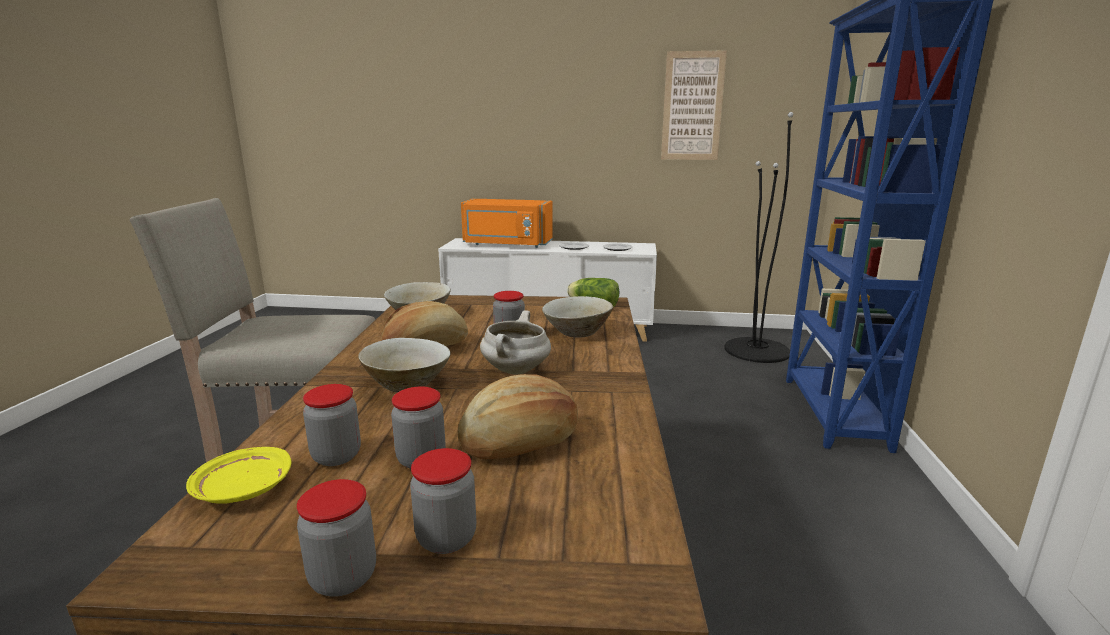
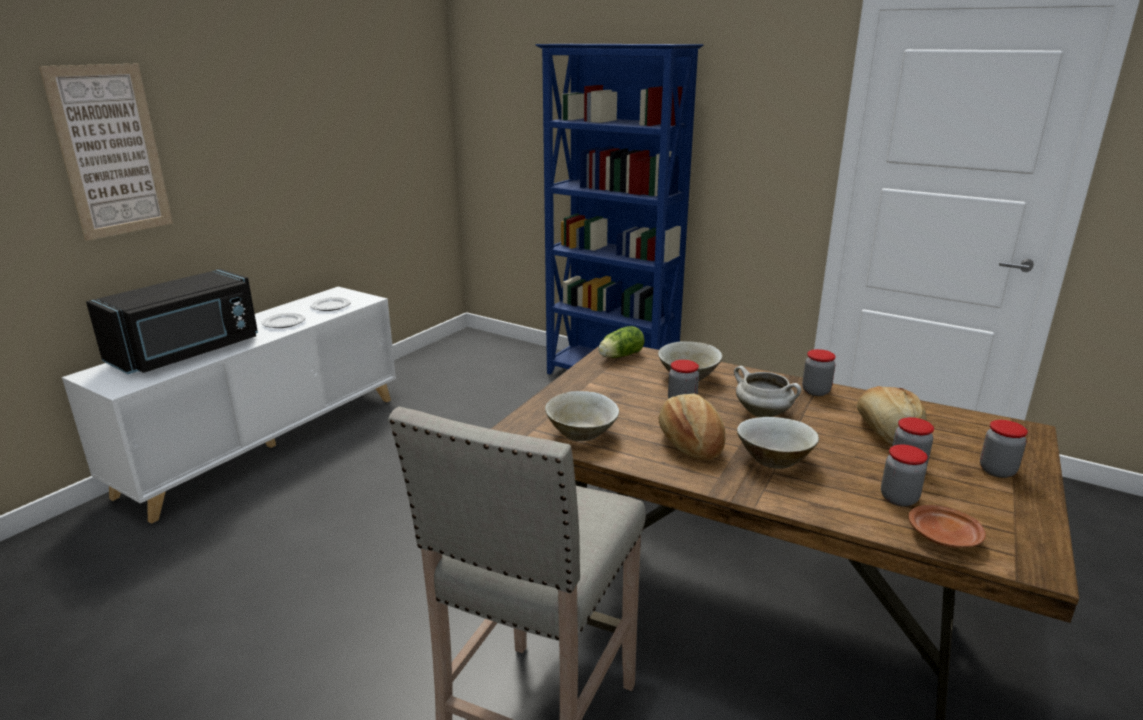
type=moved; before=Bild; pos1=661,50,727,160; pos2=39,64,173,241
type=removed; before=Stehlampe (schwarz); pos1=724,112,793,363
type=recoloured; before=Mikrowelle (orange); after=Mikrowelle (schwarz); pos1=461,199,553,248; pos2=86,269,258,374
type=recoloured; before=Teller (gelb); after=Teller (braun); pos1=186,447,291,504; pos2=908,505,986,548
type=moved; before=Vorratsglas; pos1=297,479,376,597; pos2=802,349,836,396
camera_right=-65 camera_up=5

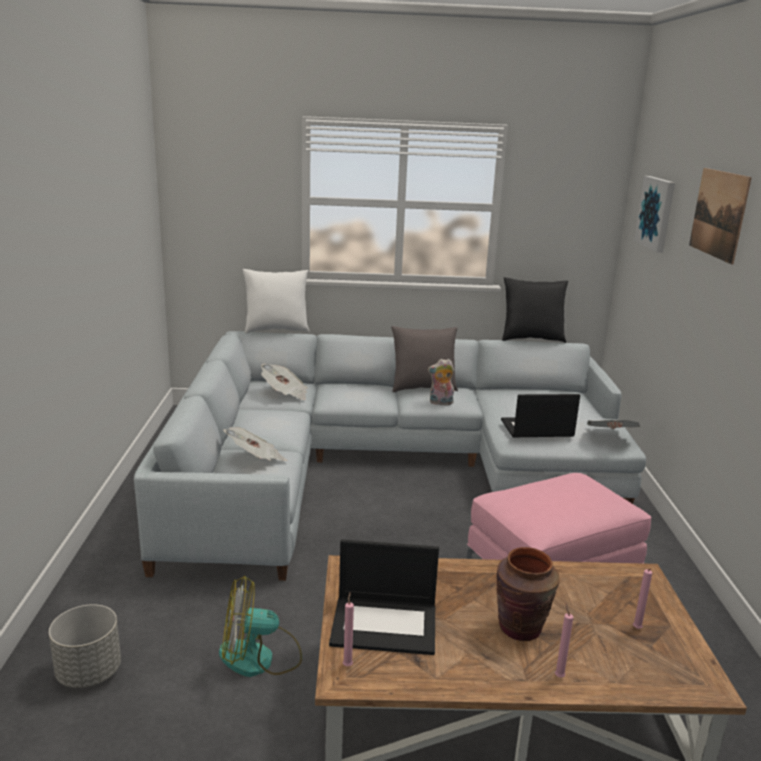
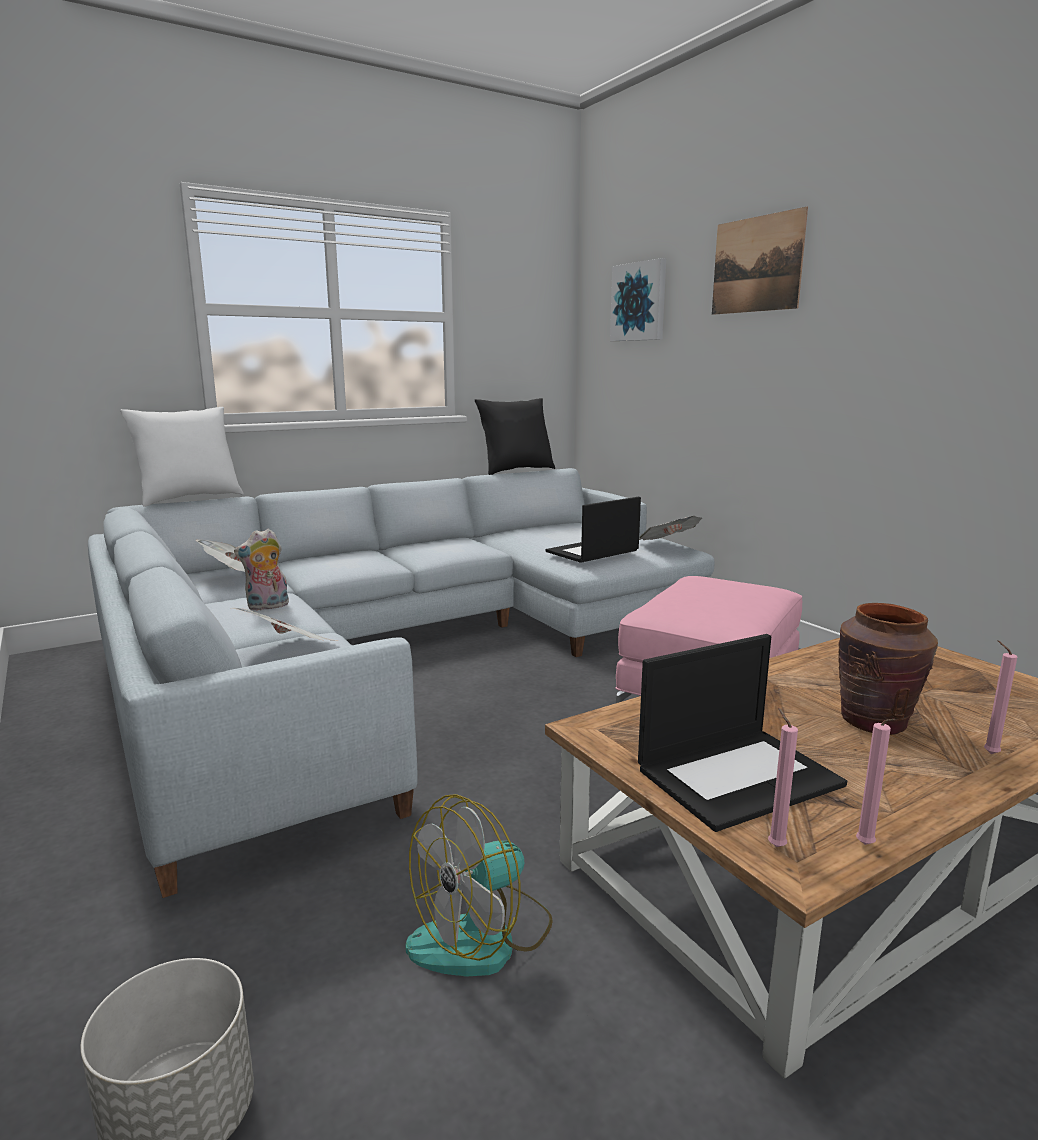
type=removed; before=Kissen (grau); pos1=391,326,458,392
type=moved; before=Plüschtier; pos1=428,359,454,405; pos2=234,529,289,611
type=moved; before=Kerze (rosa); pos1=633,569,652,629; pos2=856,719,895,845
camera_right=-30 camera_up=-5

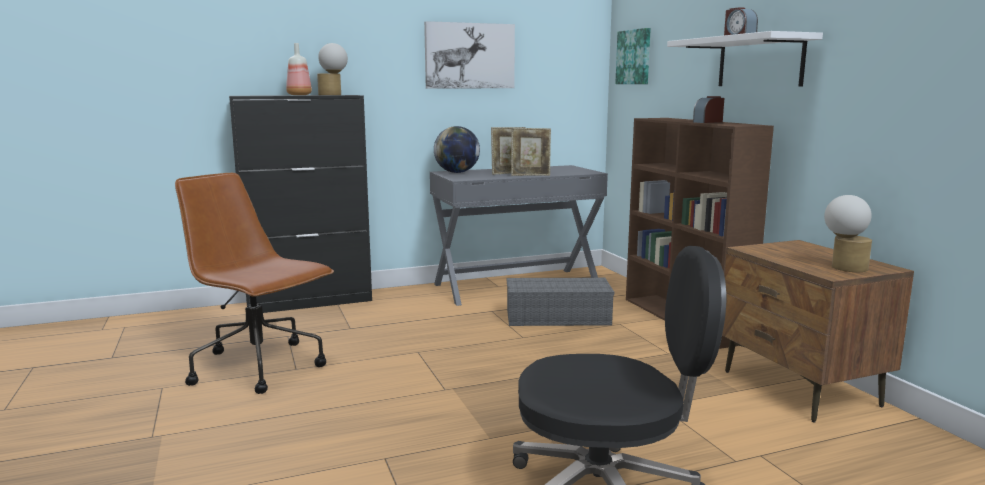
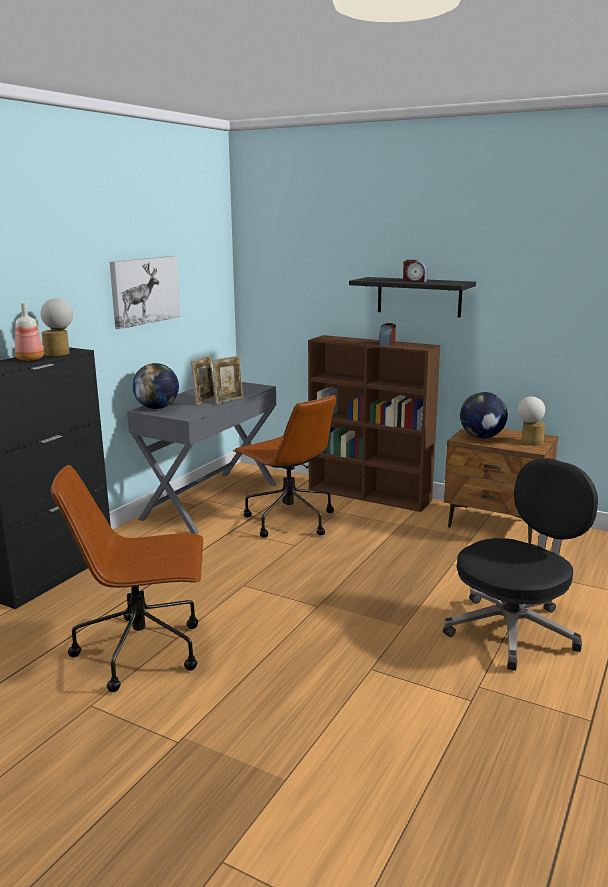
type=removed; before=Bild; pos1=615,28,651,84
type=recoloured; before=Wandregal (weiß); after=Wandregal (schwarz); pos1=667,31,823,86; pos2=349,277,476,318
type=replaced; before=Aufbewahrungsbox (grau); after=Bürostuhl (braun); pos1=507,278,614,326; pos2=233,395,336,537
type=added; after=Globus; pos2=460,392,508,438
camera_right=-40 camera_up=5

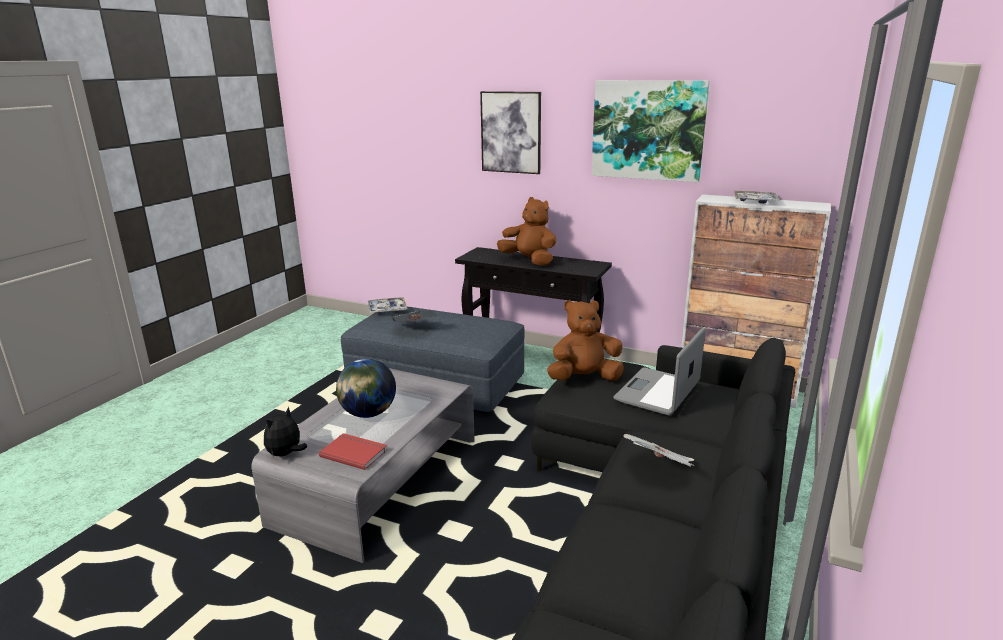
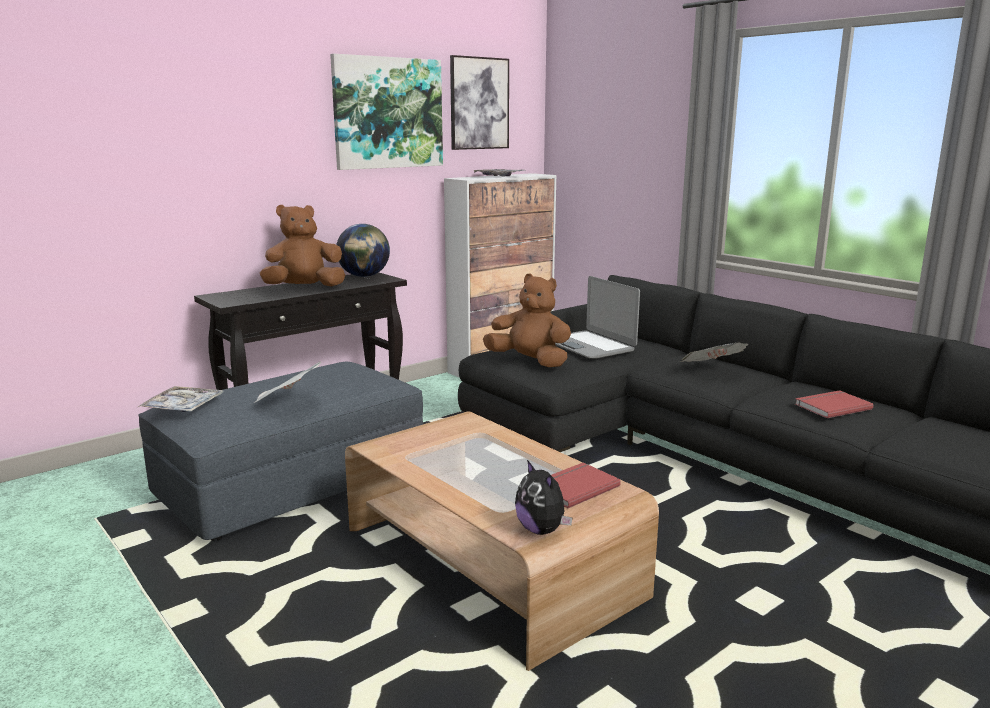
type=moved; before=Bild; pos1=480,91,541,174; pos2=450,55,509,150
type=turned; before=Plüschtier (braun); pos1=547,300,624,381; pos2=483,273,571,367; turn=105
type=moved; before=Globus; pos1=336,359,396,418; pos2=336,224,390,277
type=recoloured; before=Couchtisch (grau); after=Couchtisch (braun); pos1=252,368,475,563; pos2=345,411,659,671
type=added; after=Buch (rot); pos2=795,390,873,418
camera_right=-65 camera_up=-5

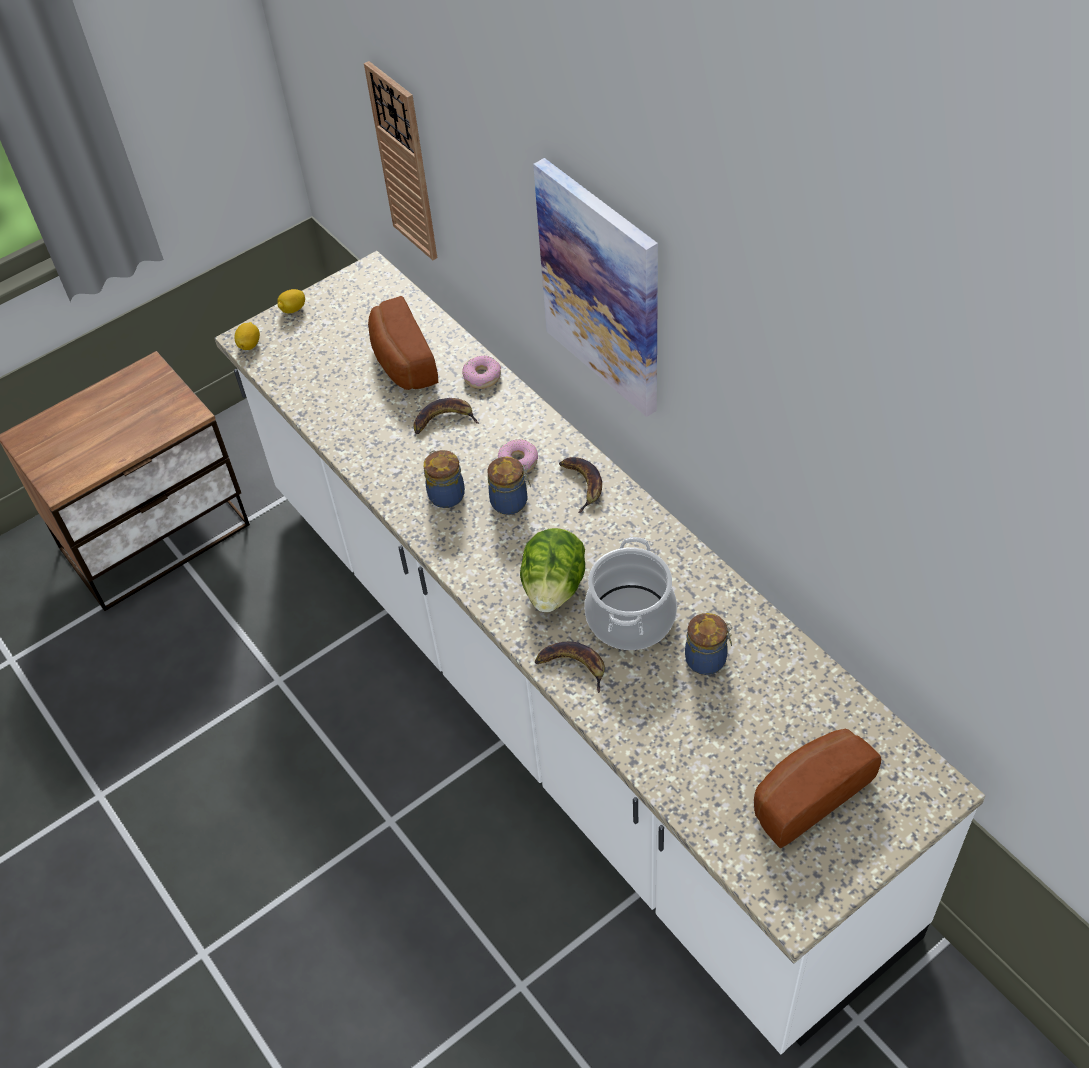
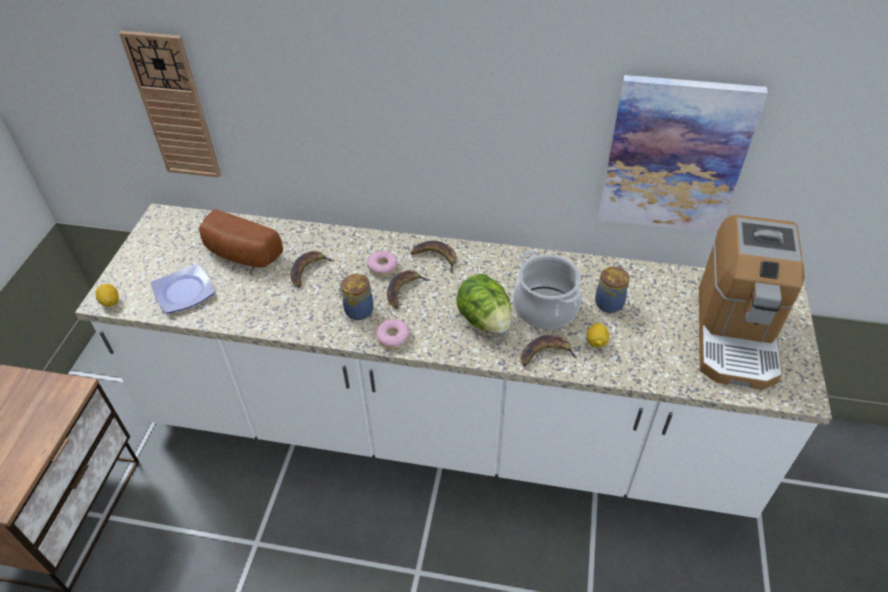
type=moved; before=Bild; pos1=533,158,658,417; pos2=598,75,768,233
type=moved; before=Zitrone; pos1=277,289,305,313; pos2=587,323,609,348
type=moved; before=Donut; pos1=462,355,501,389; pos2=376,319,410,349
type=replaced; before=Vorratsglas; after=Banane; pos1=487,457,531,515; pos2=387,270,429,309
type=replaced; before=Brot; after=Kaffeemaschine; pos1=754,729,881,848; pos2=699,215,805,390
type=added; after=Teller; pos2=151,264,215,313
camera_right=-45 camera_up=-5

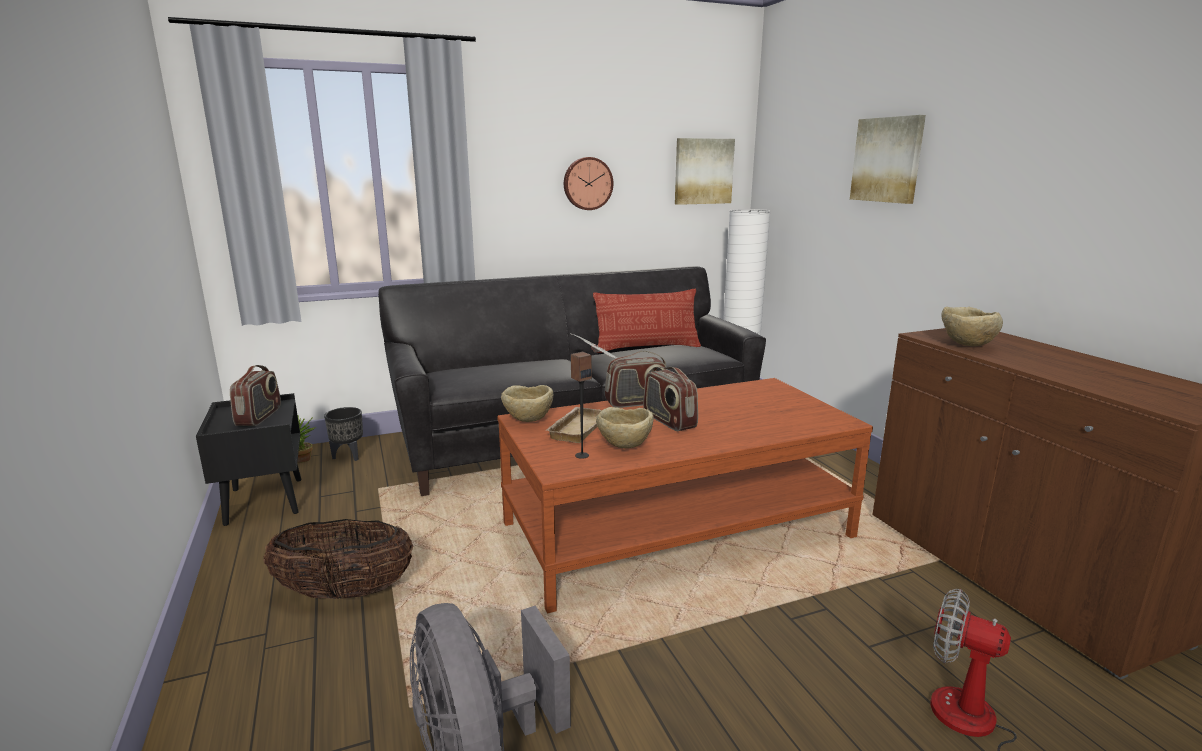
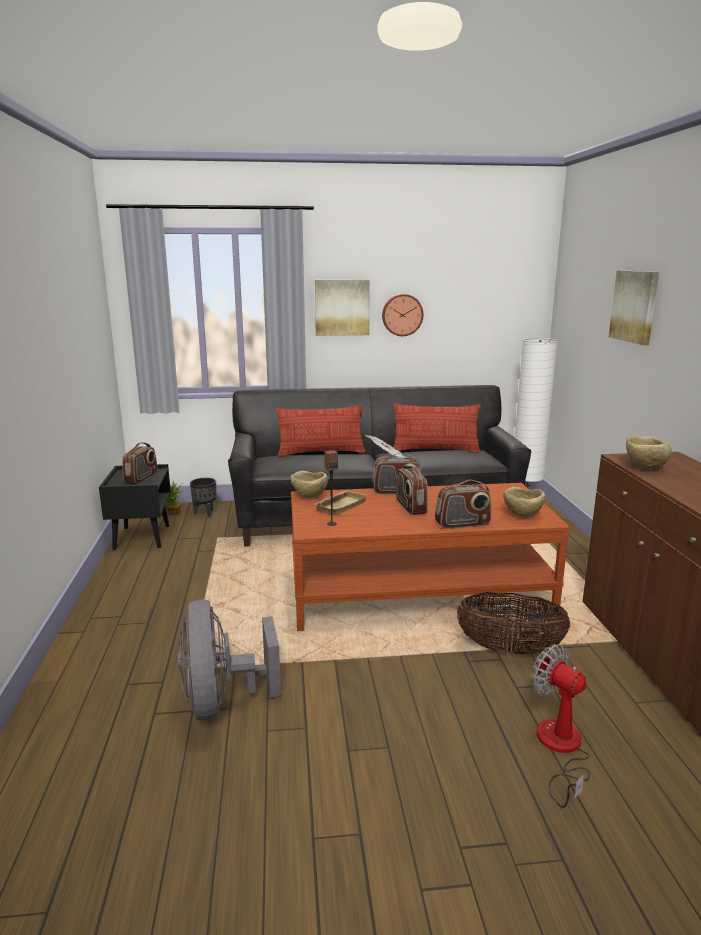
type=moved; before=Bild; pos1=675,138,735,205; pos2=315,280,370,336
type=moved; before=Schüssel (beige); pos1=596,407,654,448; pos2=503,487,546,517
type=moved; before=Korb; pos1=263,519,414,599; pos2=457,592,570,654
type=added; after=Kissen; pos2=276,405,366,457
type=added; after=Radio; pos2=435,480,492,529
camera_right=15 camera_up=0

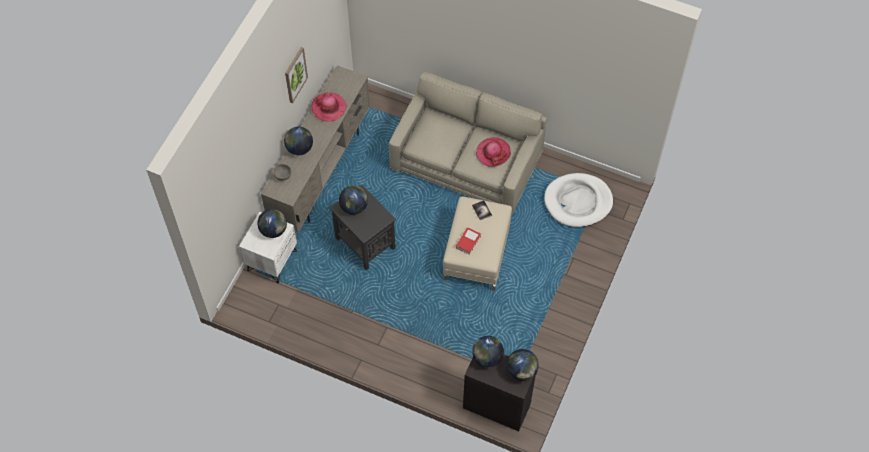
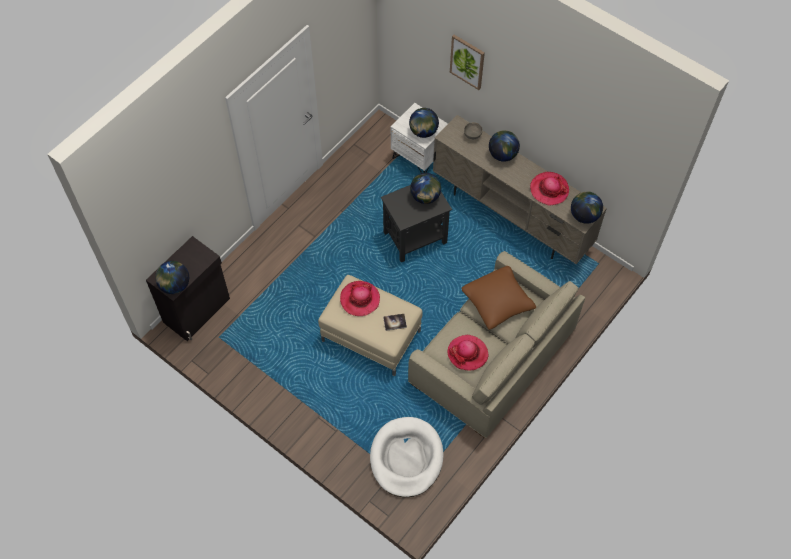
type=moved; before=Bild; pos1=285,47,308,103; pos2=450,35,485,90
type=replaced; before=Buch; after=Hut; pos1=456,227,481,255; pos2=340,281,380,316
type=moved; before=Globus; pos1=472,336,504,368; pos2=571,191,603,224
type=added; after=Kissen (braun); pos2=461,266,536,330
camera_right=105 camera_up=0

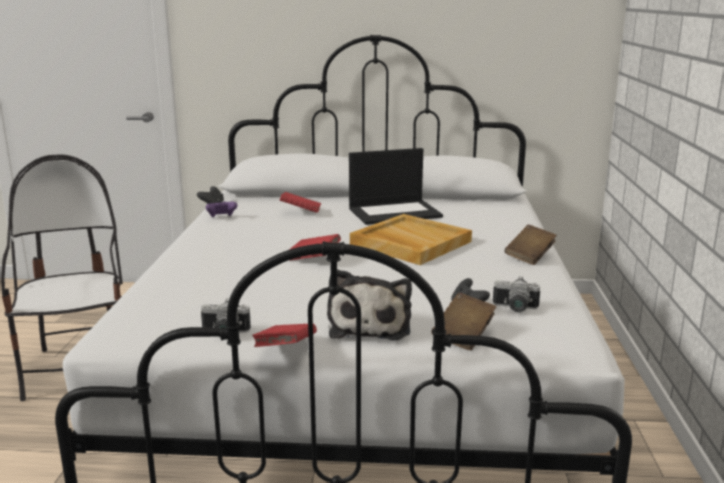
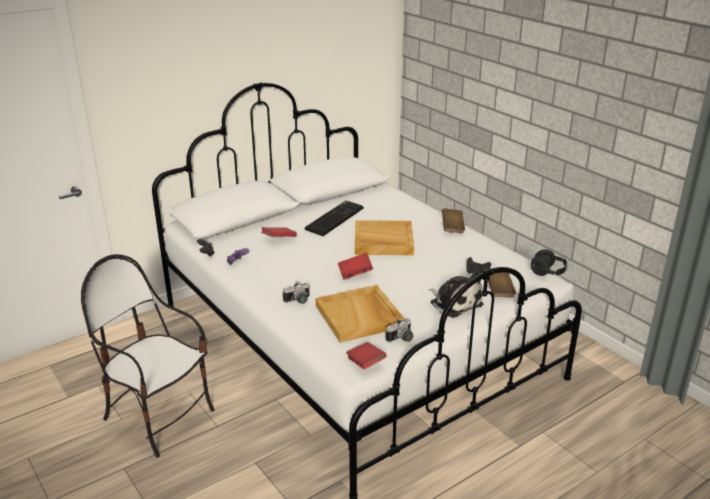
type=replaced; before=Laptop; after=Tastatur; pos1=349,148,443,225; pos2=305,201,363,236
type=moved; before=Kamera; pos1=493,276,540,312; pos2=283,282,310,304
type=moved; before=Buch (rot); pos1=252,324,317,347; pos2=346,342,387,369
type=added; after=Kopfhörer (schwarz); pos2=531,249,568,276
type=added; after=Tablett (beige); pos2=316,285,405,343
camera_right=-40 camera_up=10

